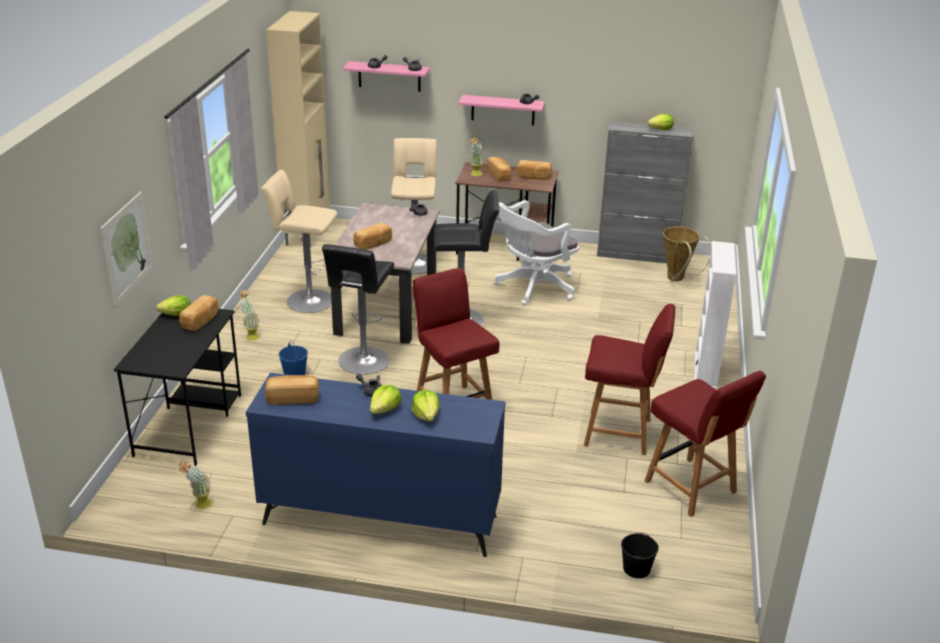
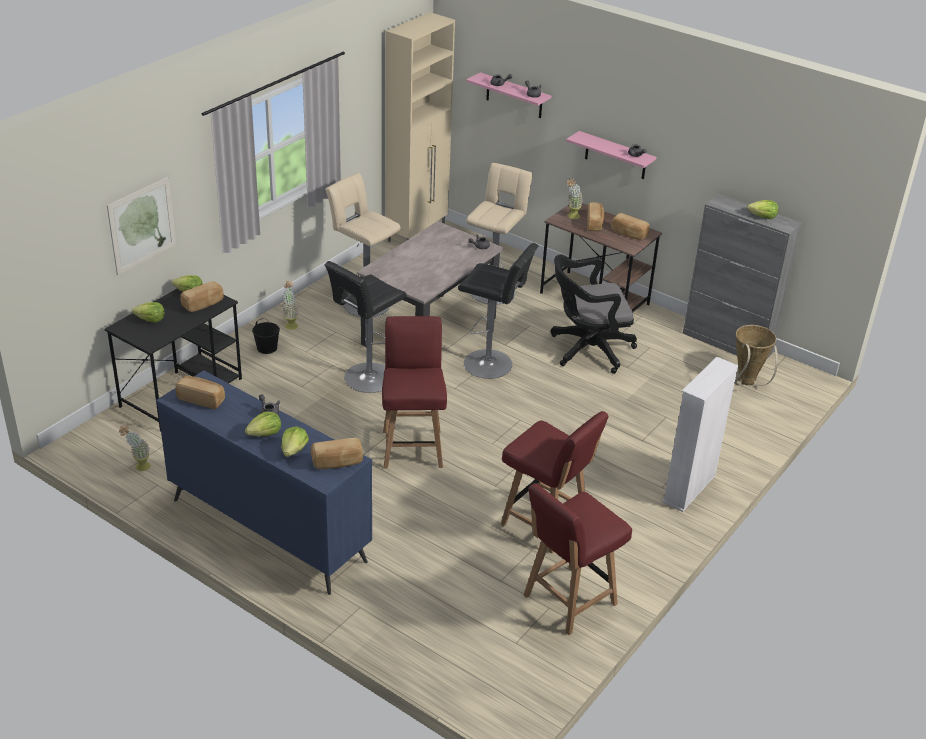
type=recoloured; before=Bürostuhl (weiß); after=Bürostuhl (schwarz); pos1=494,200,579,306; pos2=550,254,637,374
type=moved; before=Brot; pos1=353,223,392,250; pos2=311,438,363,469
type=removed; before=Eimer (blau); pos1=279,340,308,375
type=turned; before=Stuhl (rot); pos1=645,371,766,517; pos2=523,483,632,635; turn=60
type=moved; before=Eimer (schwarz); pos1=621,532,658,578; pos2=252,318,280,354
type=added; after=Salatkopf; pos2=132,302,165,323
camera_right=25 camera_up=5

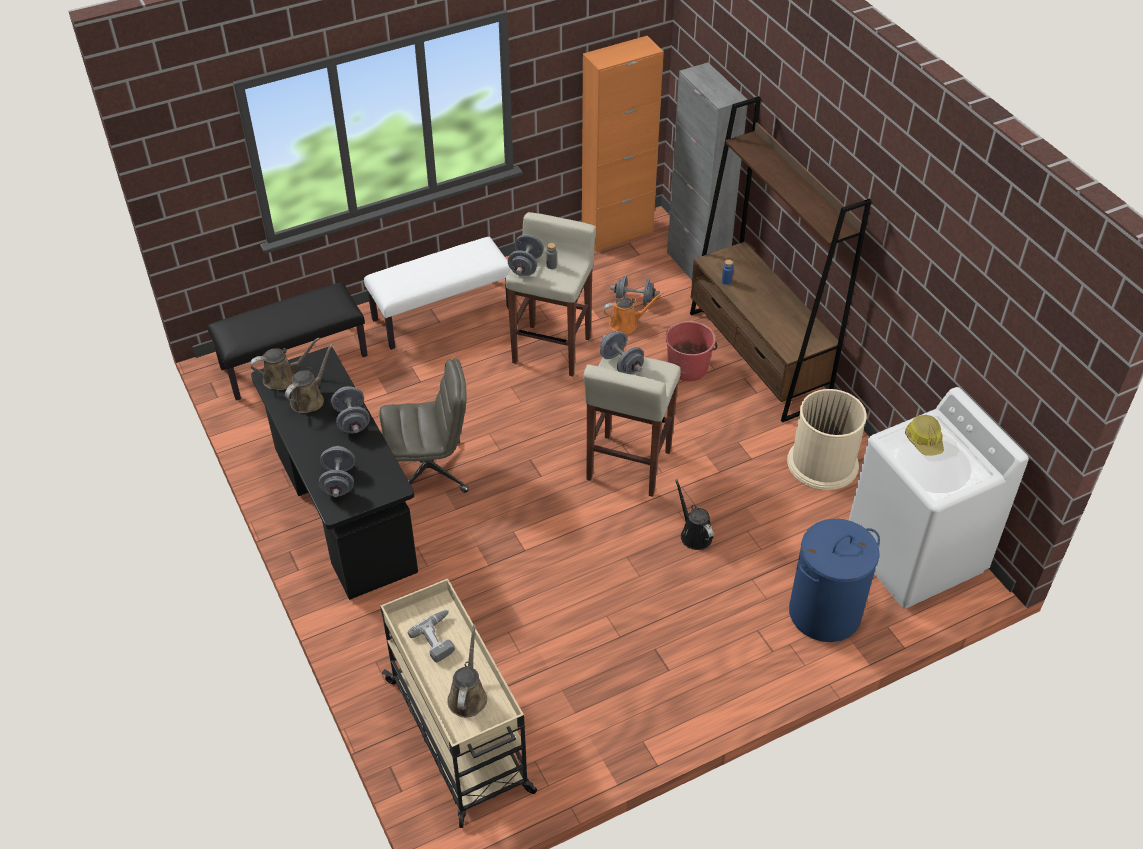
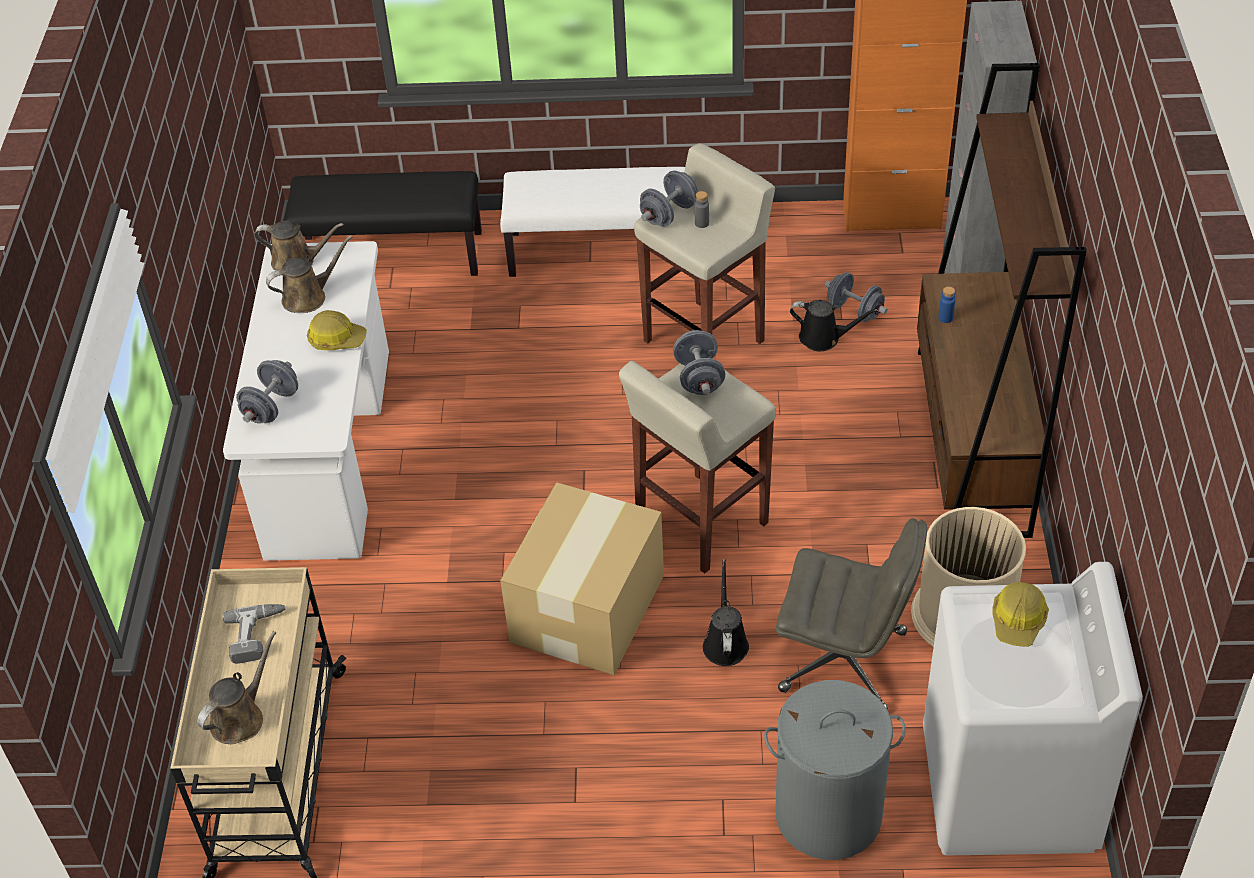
type=recoloured; before=Gießkanne (orange); after=Gießkanne (schwarz); pos1=603,292,664,334; pos2=790,300,878,351
type=removed; before=Eimer (rot); pos1=665,321,717,381
type=recoloured; before=Schreibtisch (schwarz); after=Schreibtisch (weiß); pos1=251,347,418,600; pos2=223,241,389,561
type=moved; before=Bürostuhl (grau); pos1=379,358,469,493; pos2=776,518,927,710
type=replaced; before=Hantel (grau); after=Schutzhelm; pos1=331,386,370,433; pos2=307,310,367,350
type=recoloured; before=Wäschekorb (blau); after=Wäschekorb (grau); pos1=789,518,880,642; pos2=764,680,906,860
type=added; after=Karton; pos2=500,482,664,675
camera_right=30 camera_up=0

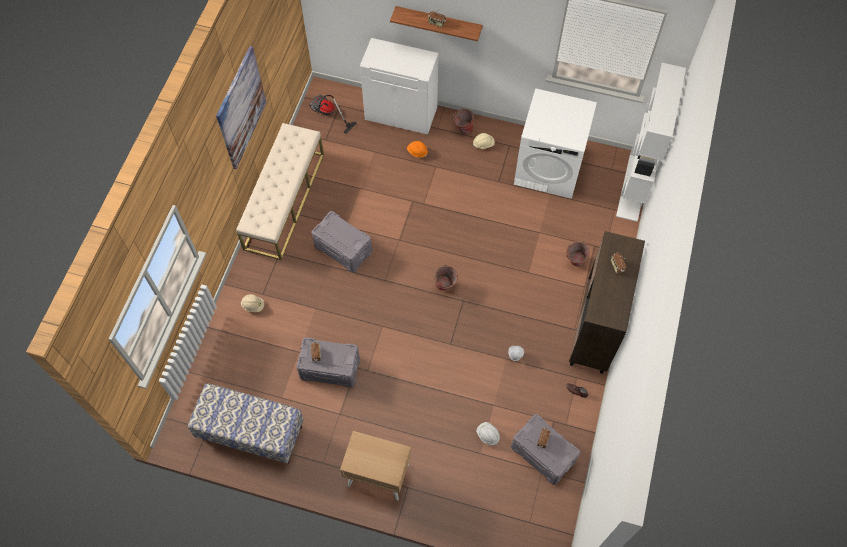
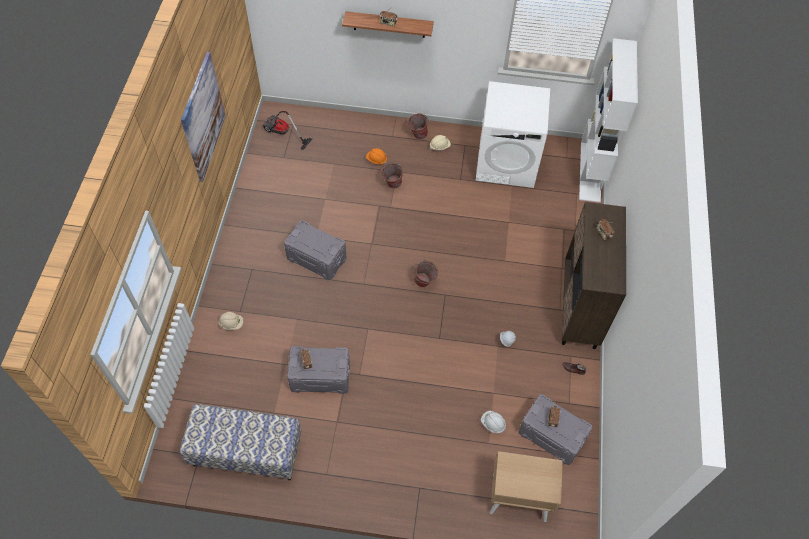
type=removed; before=Schrank (weiß); pos1=360,38,438,135
type=removed; before=Bank (beige); pos1=236,123,324,260
type=moved; before=Eimer; pos1=565,241,590,267; pos2=381,163,403,189
type=moved; before=Nachttisch (beige); pos1=340,431,411,501; pos2=490,451,563,522
camera_right=-10 camera_up=-5

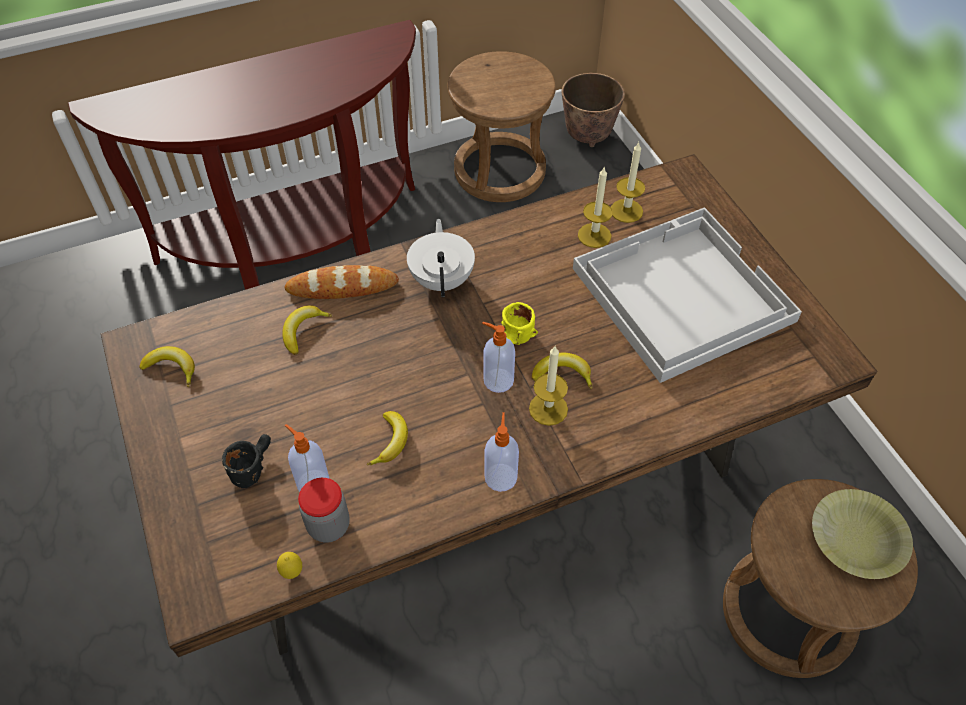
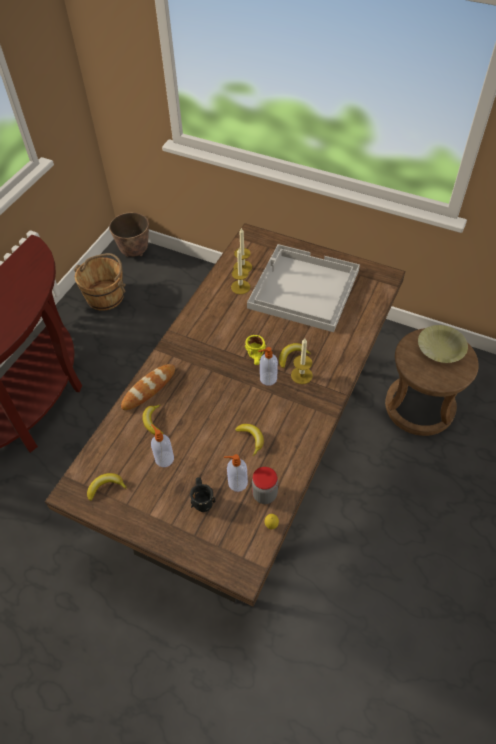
type=replaced; before=Hocker (braun); after=Eimer (braun); pos1=447,51,556,202; pos2=74,253,126,311
type=removed; before=Teekanne (weiß); pos1=407,219,475,297
type=moved; before=Seifenspender; pos1=485,412,519,492; pos2=151,424,174,467
camera_right=-40 camera_up=0

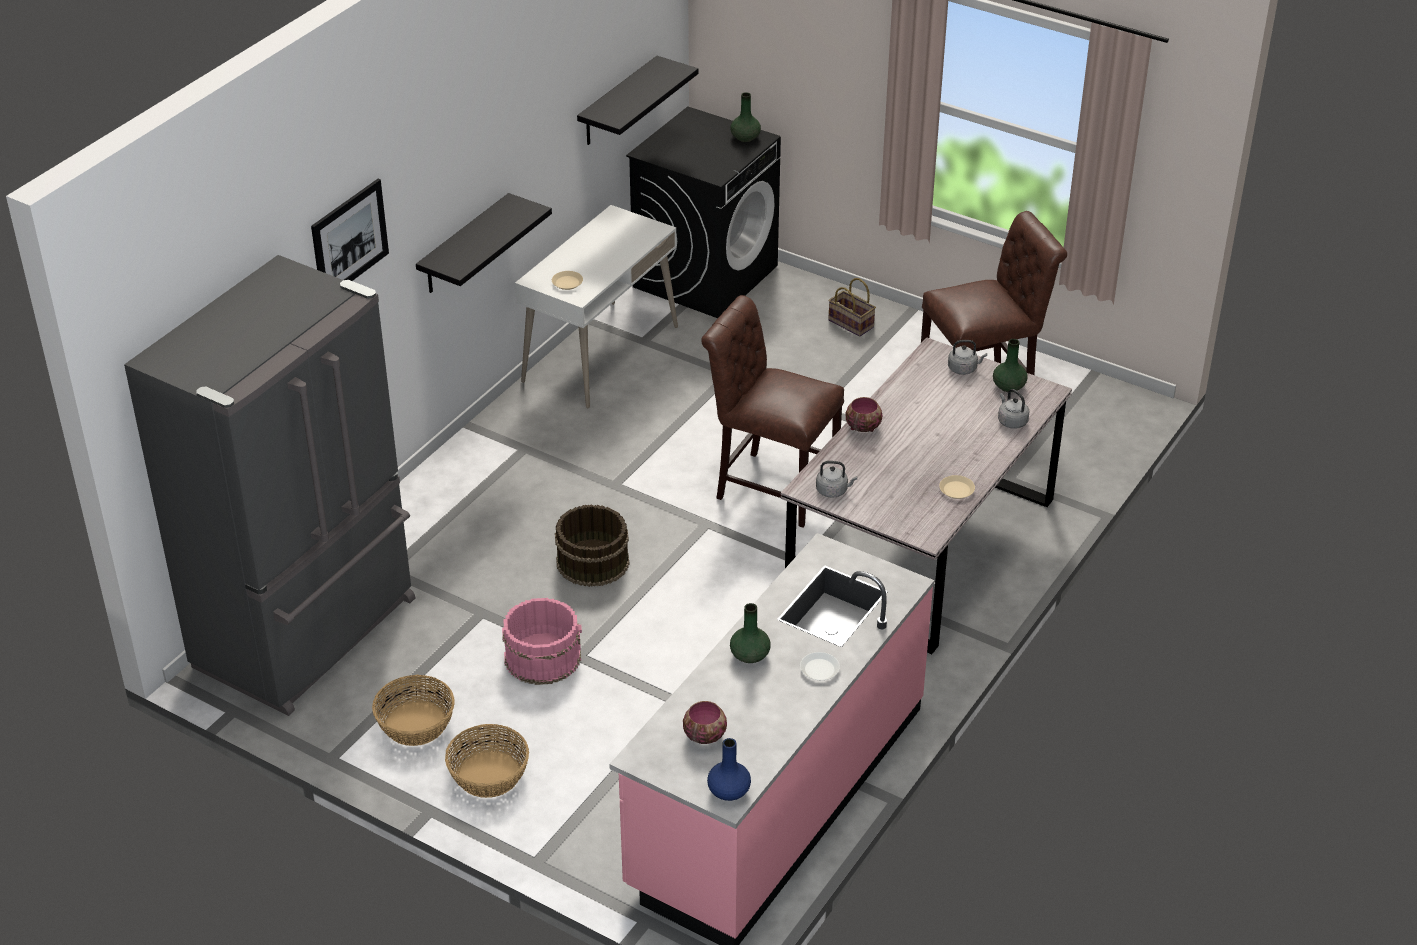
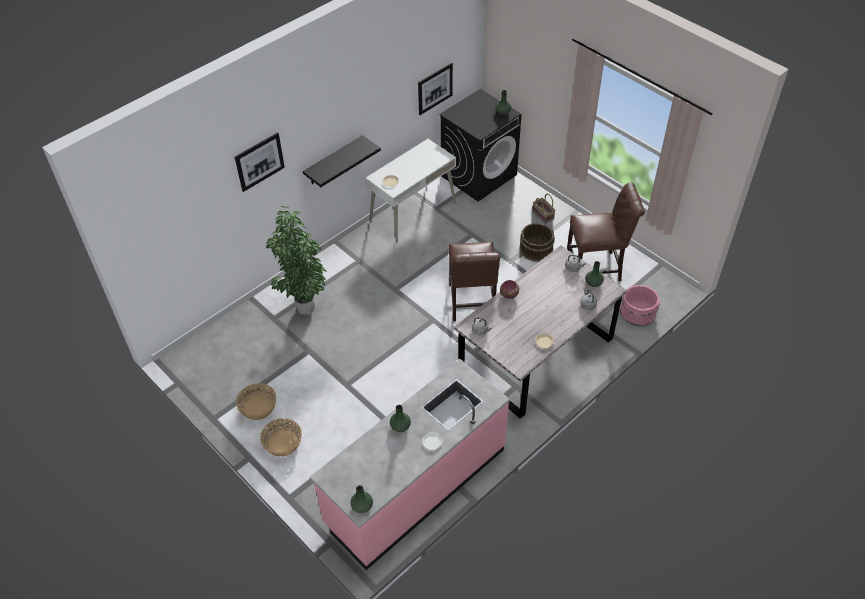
type=replaced; before=Wandregal (schwarz); after=Bild; pos1=577,56,698,145; pos2=418,63,453,115
type=removed; before=Kühlschrank (grau); pos1=124,255,415,716
type=turned; before=Stuhl (braun); pos1=701,295,844,528; pos2=448,242,500,321; turn=-135
type=moved; before=Eimer (braun); pos1=555,504,629,587; pos2=519,223,555,262
type=moved; before=Eimer (rosa); pos1=502,598,582,685; pos2=620,285,660,326
type=removed; before=Schüssel; pos1=683,701,727,744
type=recoloured; before=Vase (blau); after=Vase (grün); pos1=707,738,751,801; pos2=350,485,373,513
type=added; after=Topfpflanze; pos2=266,206,327,315
camera_right=15 camera_up=10

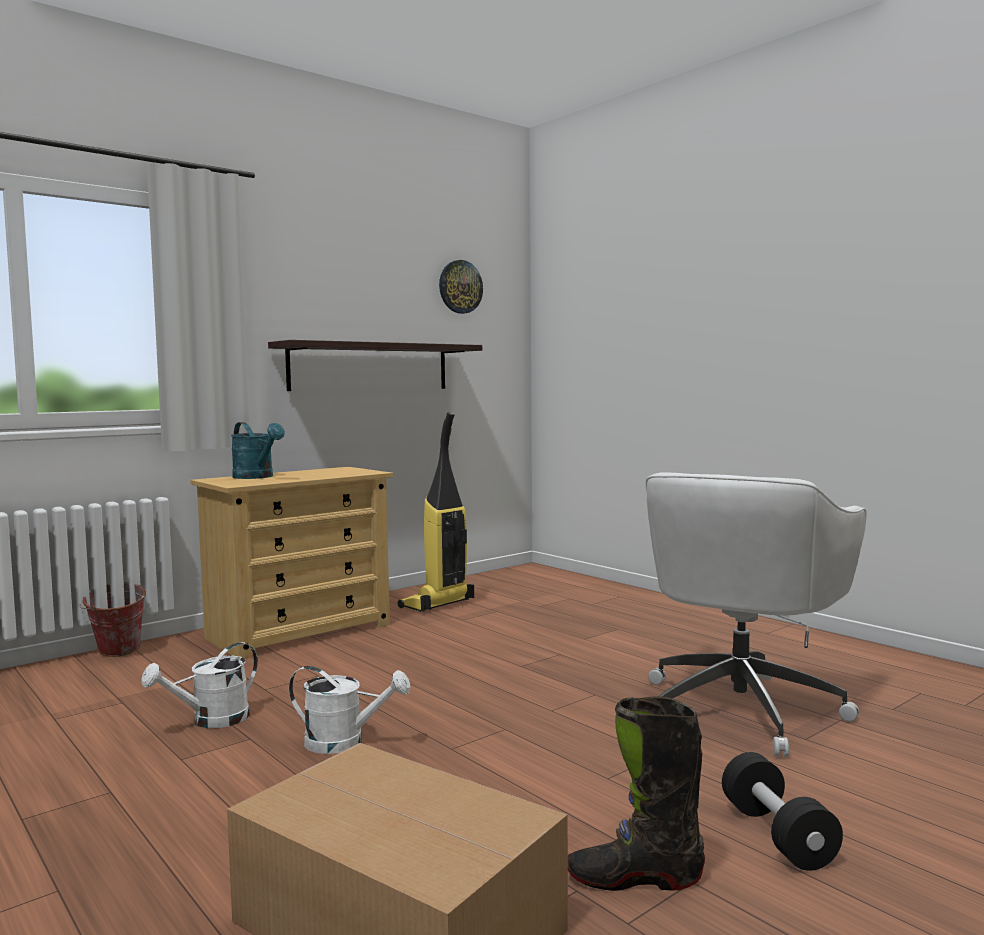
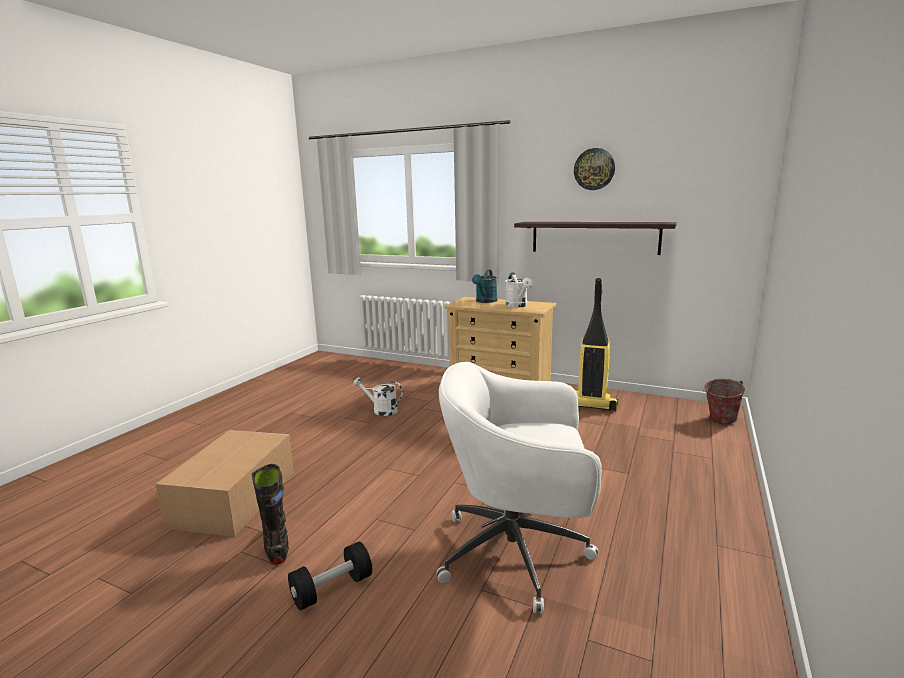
type=moved; before=Wanduhr; pos1=439,260,483,314; pos2=574,148,615,190
type=moved; before=Eimer; pos1=79,582,146,657; pos2=703,379,745,424
type=moved; before=Gießkanne (weiß); pos1=289,666,410,754; pos2=505,272,533,307
camera_right=65 camera_up=10

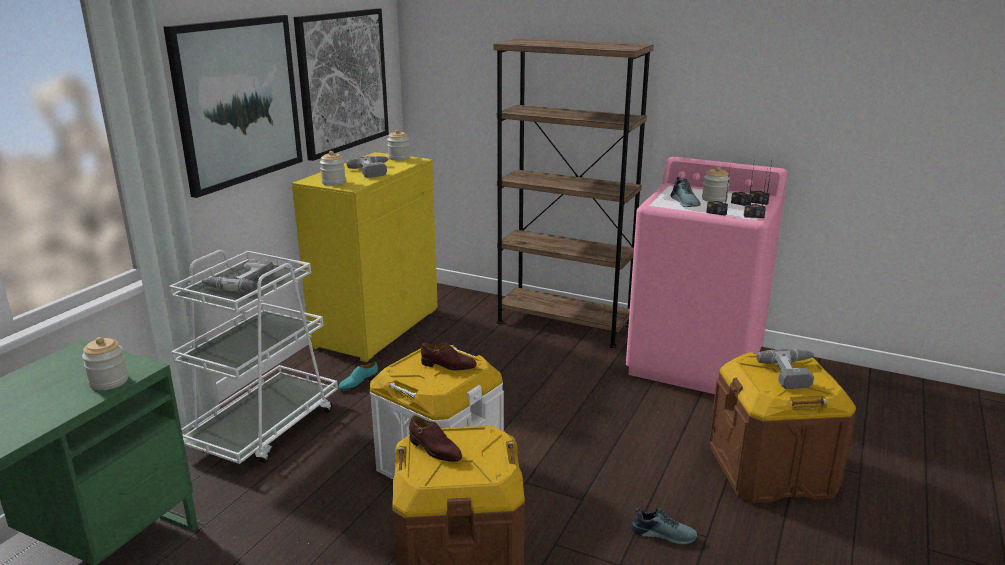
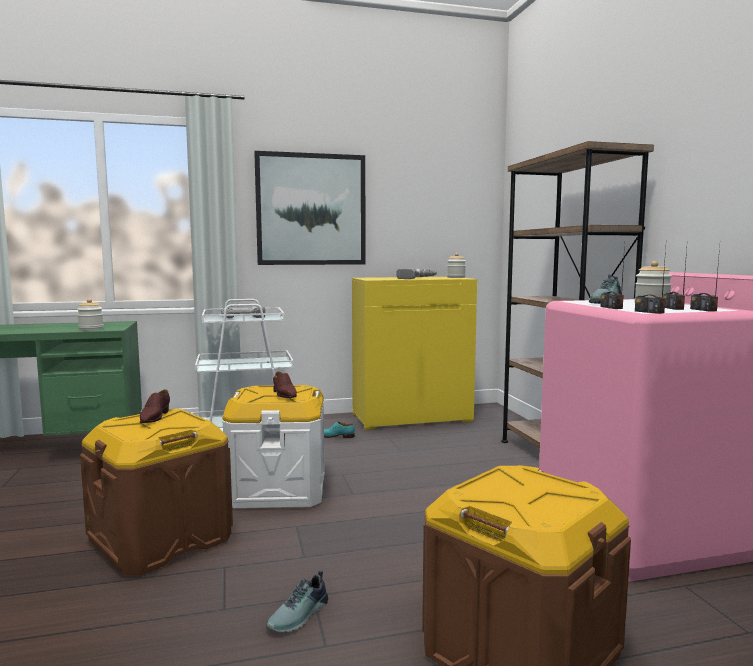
type=removed; before=Bild; pos1=294,8,389,161
type=removed; before=Vorratsglas; pos1=320,151,346,186
type=removed; before=Bohrmaschine; pos1=756,349,815,389
type=turned; before=Schuh; pos1=631,508,697,544; pos2=266,570,328,633; turn=60
camera_right=50 camera_up=-15

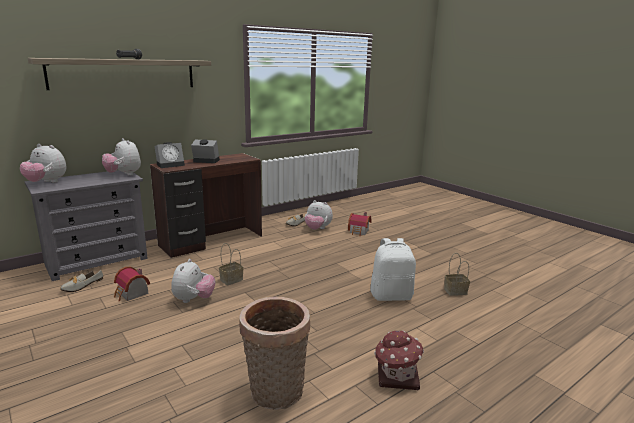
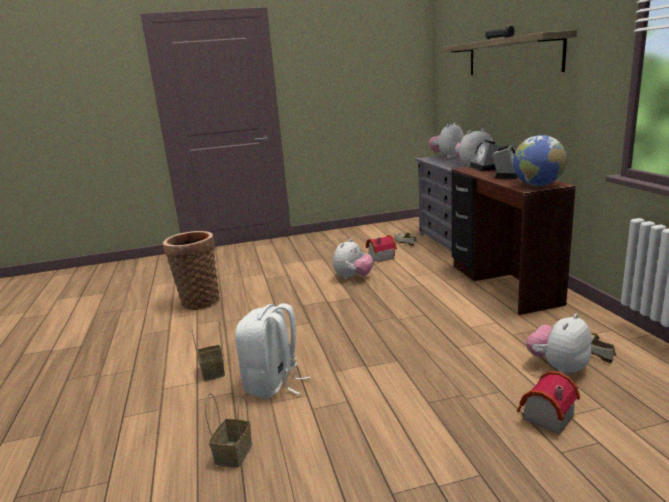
type=moved; before=Korb; pos1=219,243,244,285; pos2=191,321,225,381
type=turned; before=Plüschtier; pos1=171,259,215,303; pos2=333,239,373,279; turn=-90
type=removed; before=Spielzeughaus; pos1=374,330,424,390
type=added; after=Globus; pos2=513,135,567,186
camera_right=115 camera_up=0

